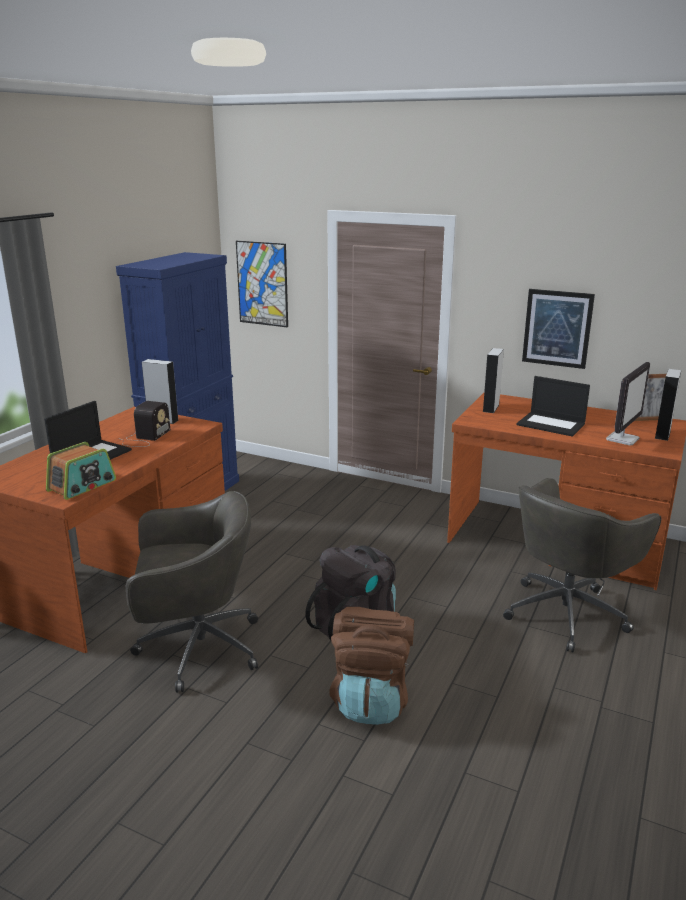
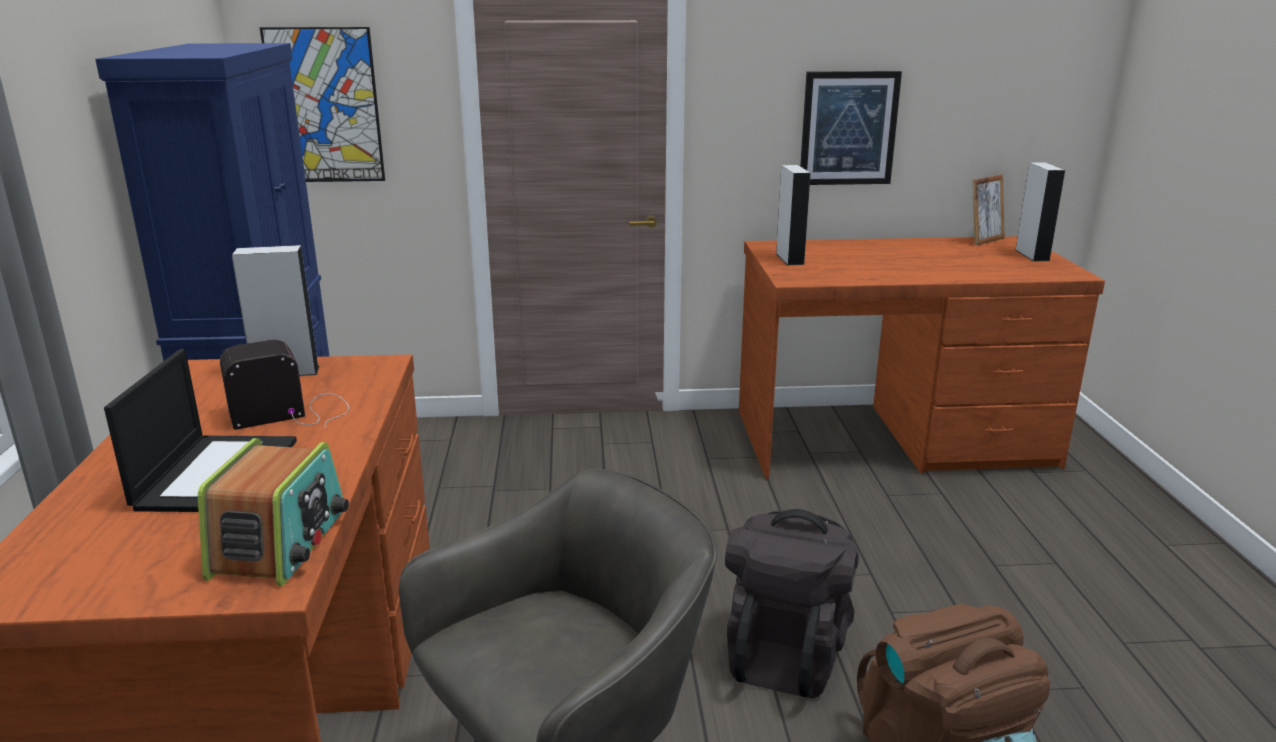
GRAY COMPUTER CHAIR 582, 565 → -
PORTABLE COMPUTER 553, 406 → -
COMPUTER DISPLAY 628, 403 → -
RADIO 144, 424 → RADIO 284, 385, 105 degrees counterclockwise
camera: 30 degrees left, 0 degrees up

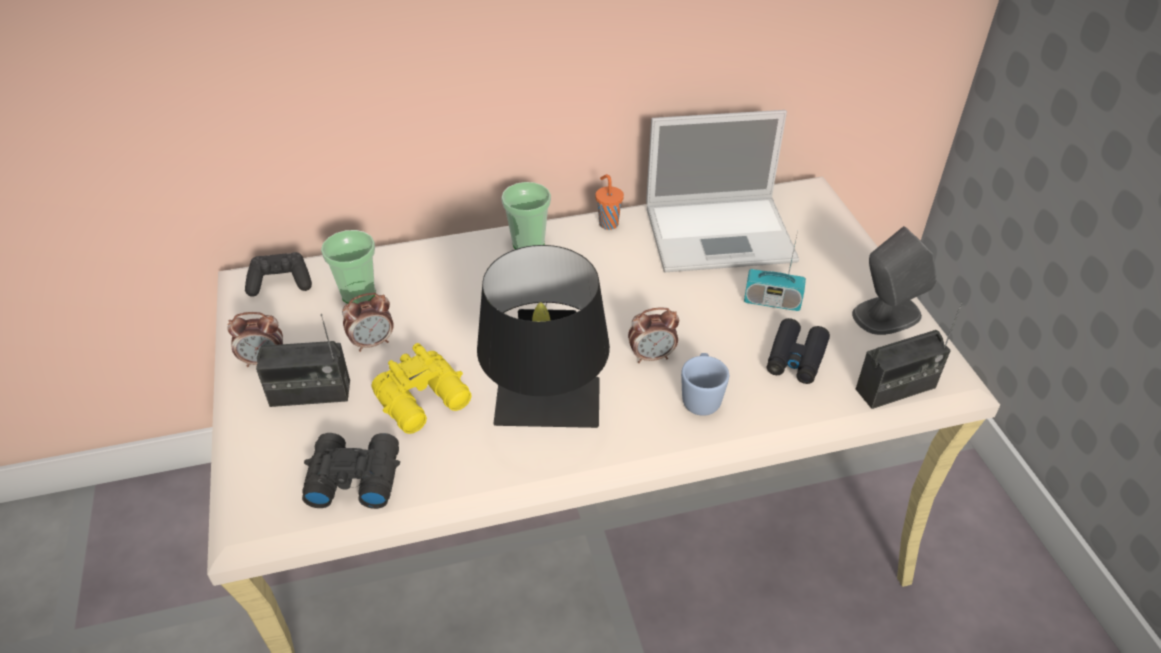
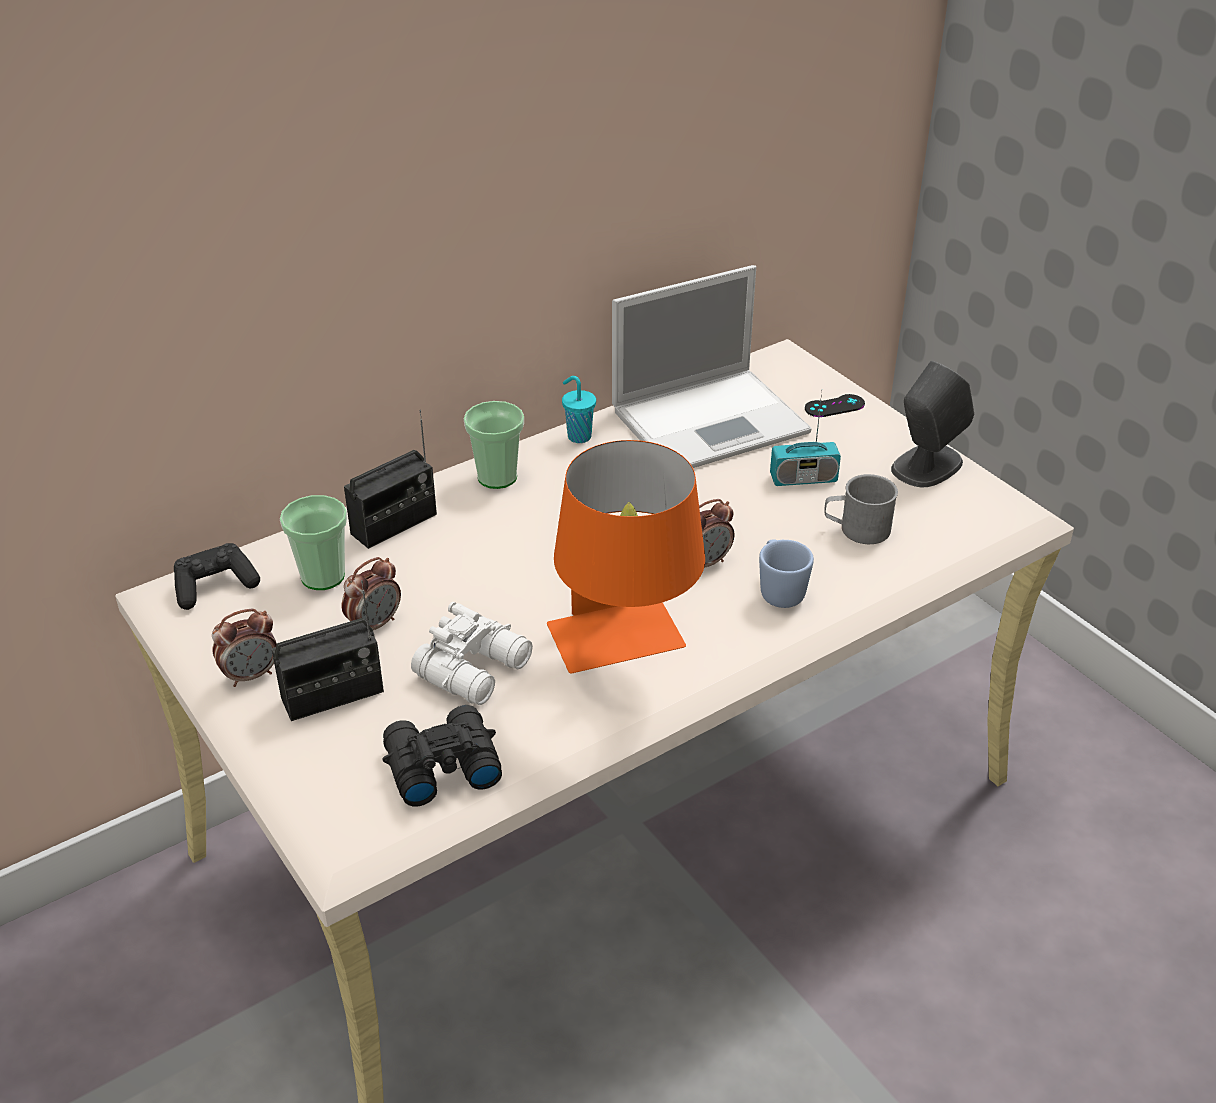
- → BLACK-COLOURED GAME CONTROLLER 835, 405
RADIO 909, 355 → RADIO 390, 479, shifted
BLACK-COLOURED FIELD GLASSES 798, 351 → GRAY TEA MUG 861, 509
YELLOW FIELD GLASSES 422, 388 → WHITISH FIELD GLASSES 472, 653
BLACK-COLOURED LAMP FOR A TABLE 543, 336 → ORANGE-COLOURED LAMP FOR A TABLE 626, 556
ORANGE-COLOURED DRINKING CUP 609, 202 → TURQUOISE-COLOURED DRINKING CUP 579, 409
camera: 20 degrees left, 5 degrees down

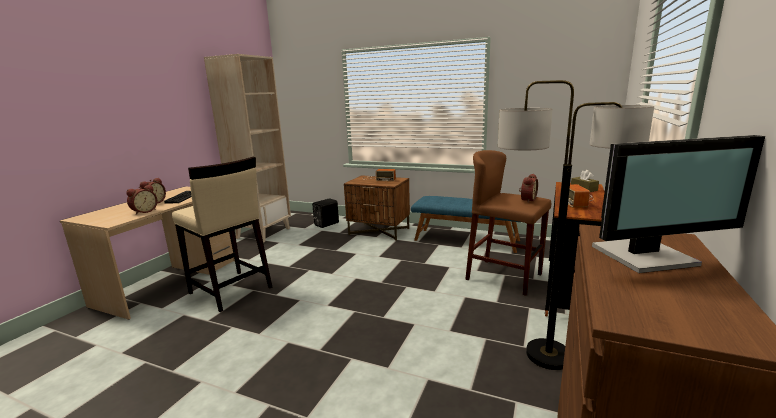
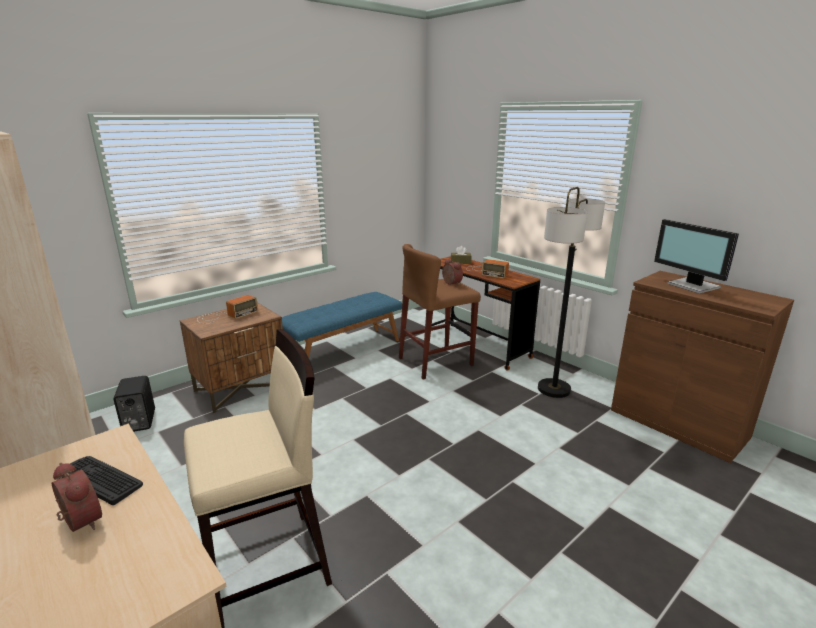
BEDSIDE CLOCK 141, 200 → -
COMPUTER DISPLAY 678, 204 → COMPUTER DISPLAY 696, 256, 135 degrees clockwise
camera: 65 degrees left, 5 degrees up

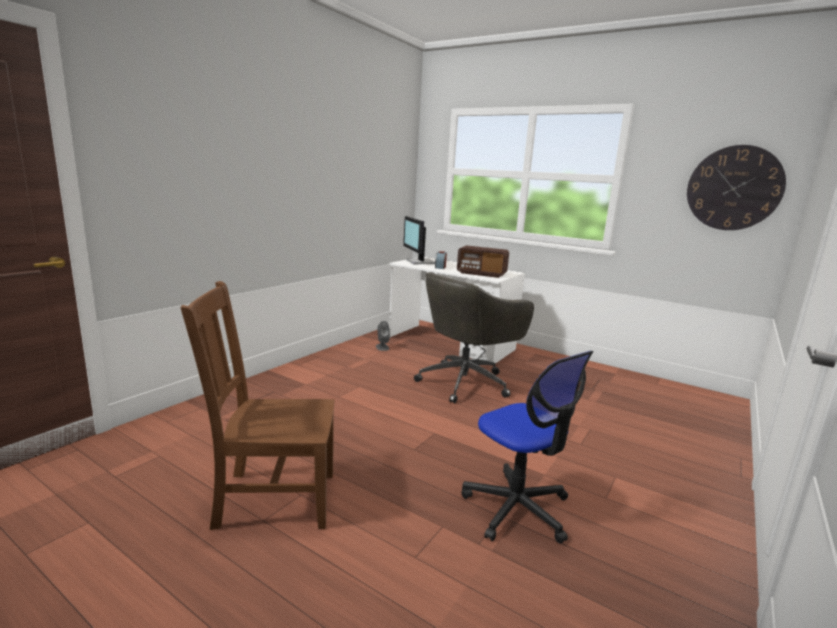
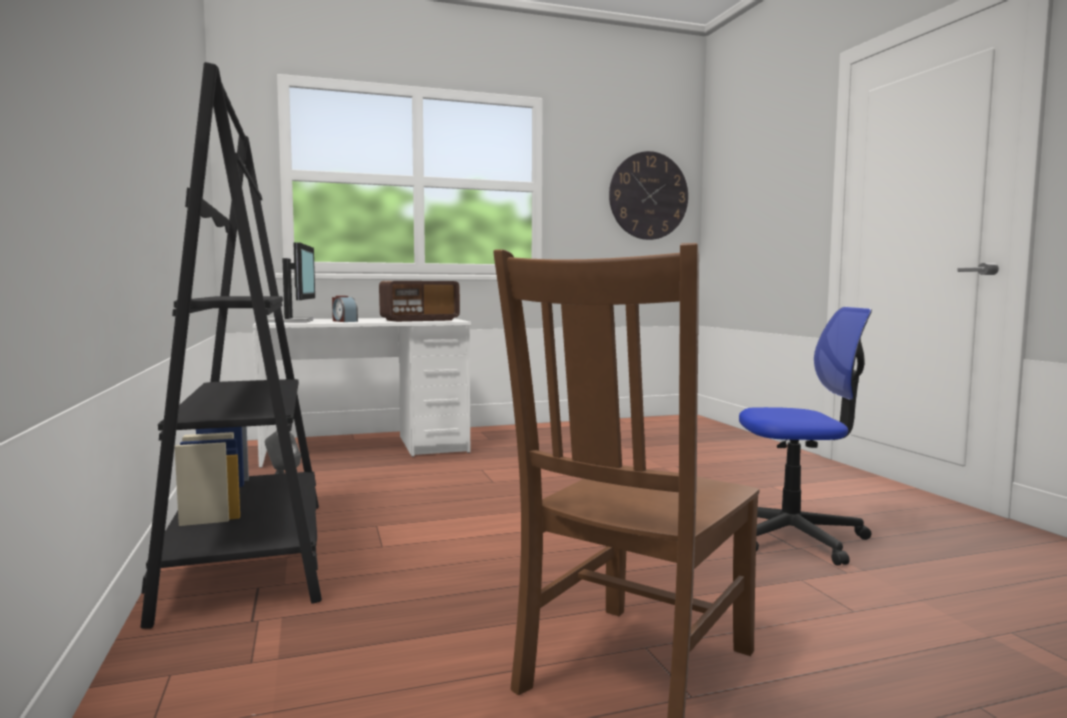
GRAY COMPUTER CHAIR 474, 337 → -
- → BLACK-COLOURED BOOKSHELF 231, 345
COMPUTER DISPLAY 419, 240 → COMPUTER DISPLAY 291, 283, 120 degrees counterclockwise
camera: 50 degrees left, 10 degrees down

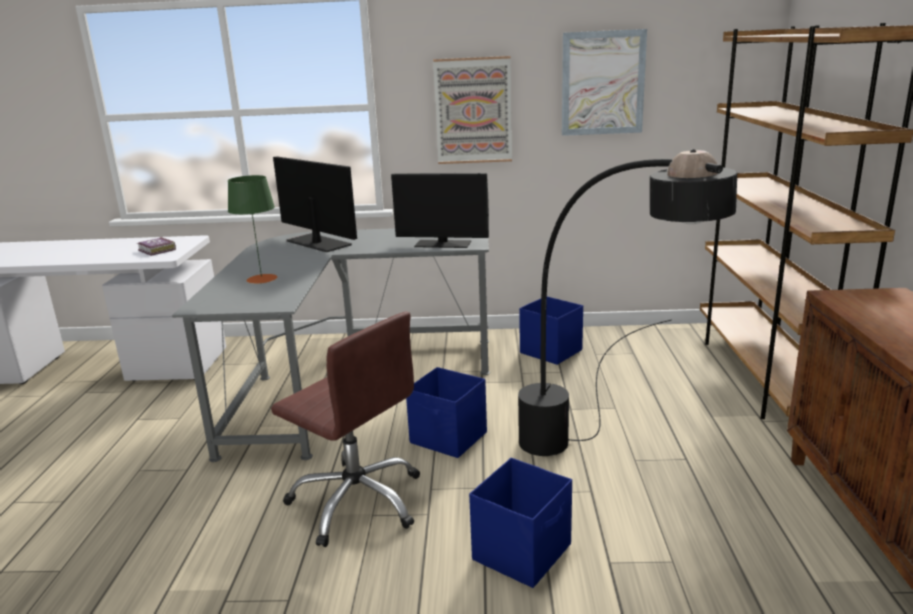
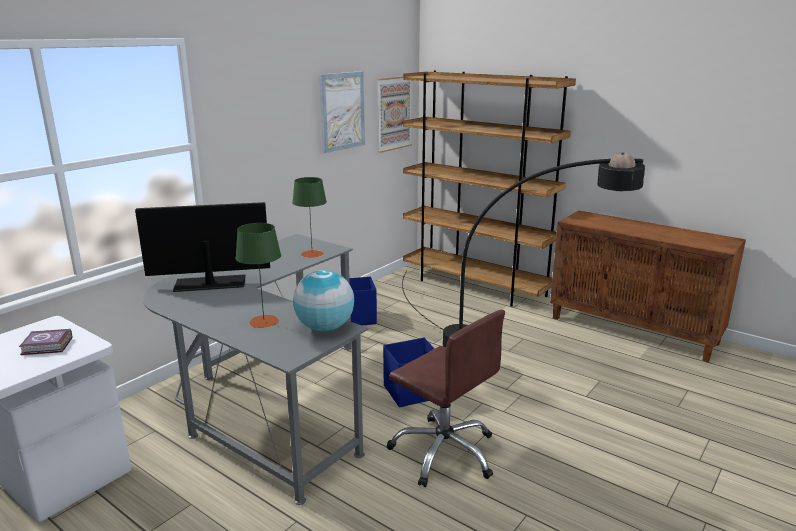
BLUE STORAGE BIN 520, 523 → -
- → WORLD GLOBE 323, 300
WALL ART 472, 110 → WALL ART 394, 114, shifted
COMPUTER DISPLAY 440, 210 → GREEN LAMP FOR A TABLE 309, 217
BROWN COMPUTER CHAIR 345, 429 → BROWN COMPUTER CHAIR 446, 398, 60 degrees clockwise
camera: 55 degrees left, 0 degrees up

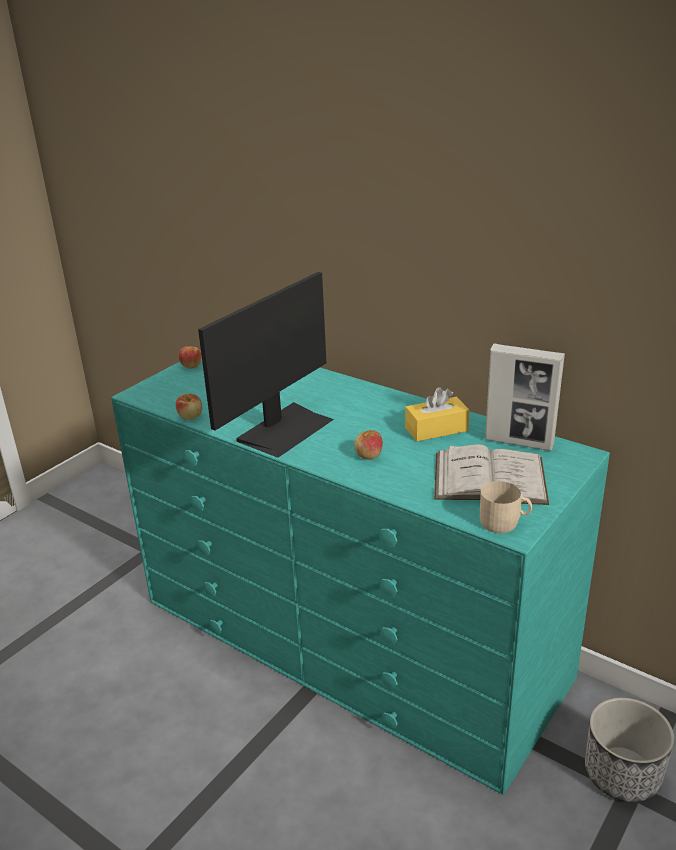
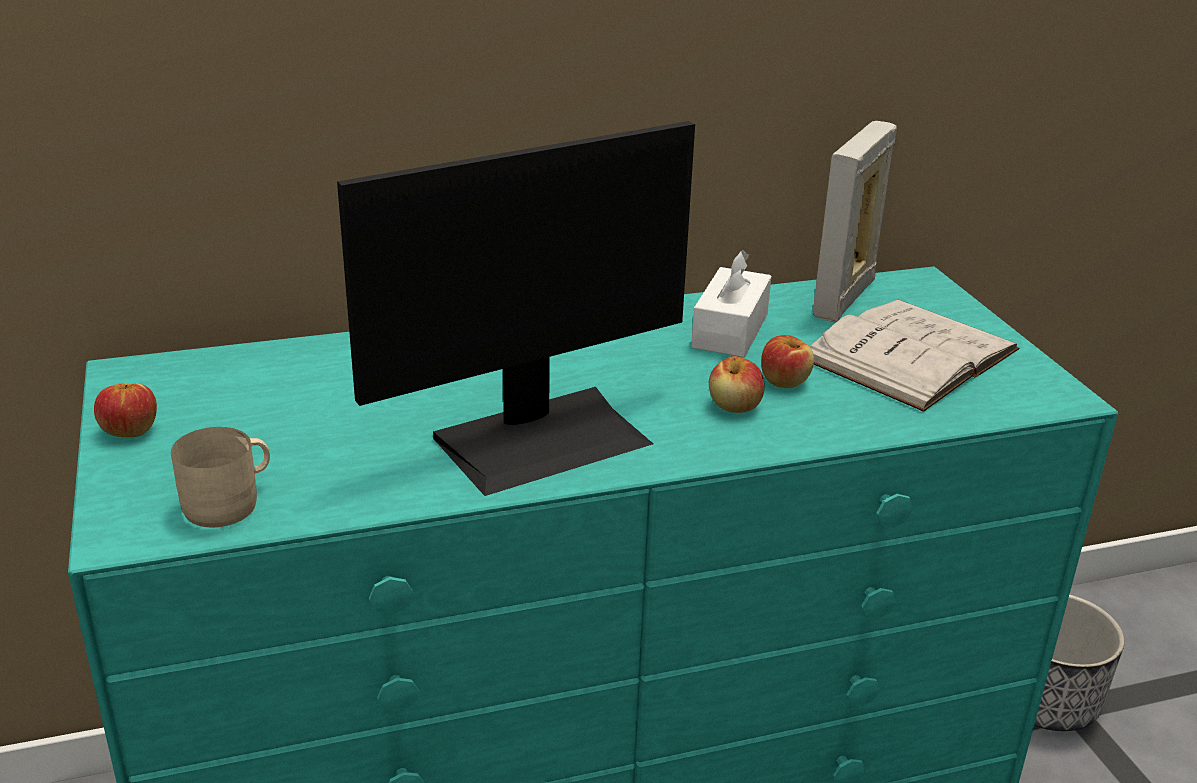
APPLE 189, 407 → APPLE 787, 361, shifted
BEIGE TEA MUG 506, 507 → BEIGE TEA MUG 220, 477, shifted
YELLOW TISSUE BOX 437, 414 → WHITISH TISSUE BOX 731, 303
COMPUTER DISPLAY 266, 365 → COMPUTER DISPLAY 516, 308, 75 degrees clockwise
STANDING FRAME 525, 397 → STANDING FRAME 855, 221, 150 degrees clockwise
camera: 55 degrees left, 0 degrees up

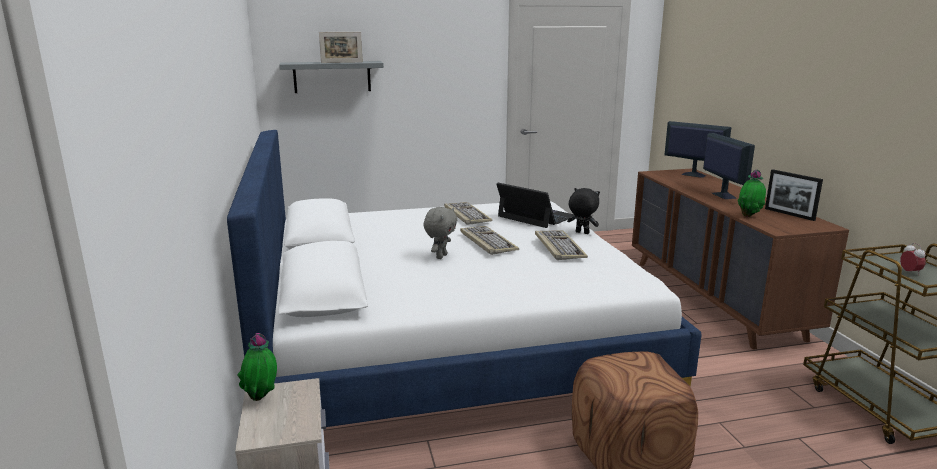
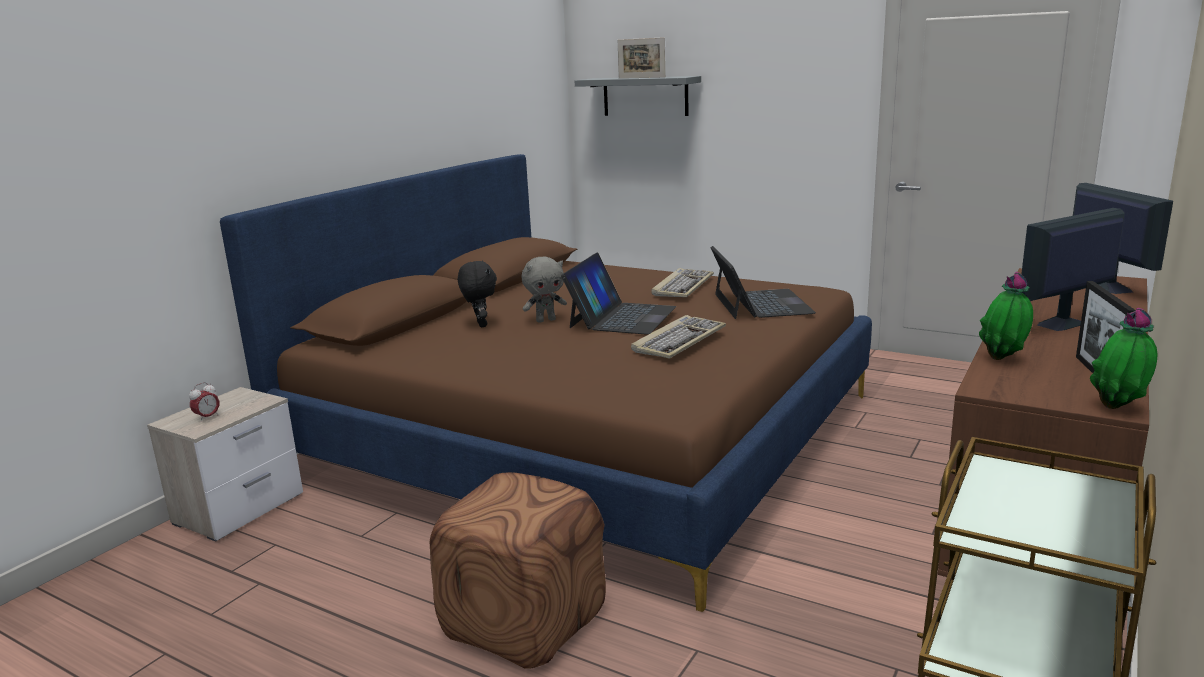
HOUSEPLANT 257, 367 → HOUSEPLANT 1123, 358, shifted
BLACK-COLOURED SOFT TOY 583, 211 → BLACK-COLOURED SOFT TOY 477, 294, shifted
BEDSIDE CLOCK 913, 258 → BEDSIDE CLOCK 204, 402, shifted
COMPUTER KEYBOARD 489, 240 → PORTABLE COMPUTER 618, 293
WHITISH BEDROOM BED 464, 278 → BROWN BEDROOM BED 546, 383
COMPUTER DISPLAY 729, 166 → COMPUTER DISPLAY 1073, 269, 150 degrees counterclockwise
camera: 45 degrees right, 0 degrees up

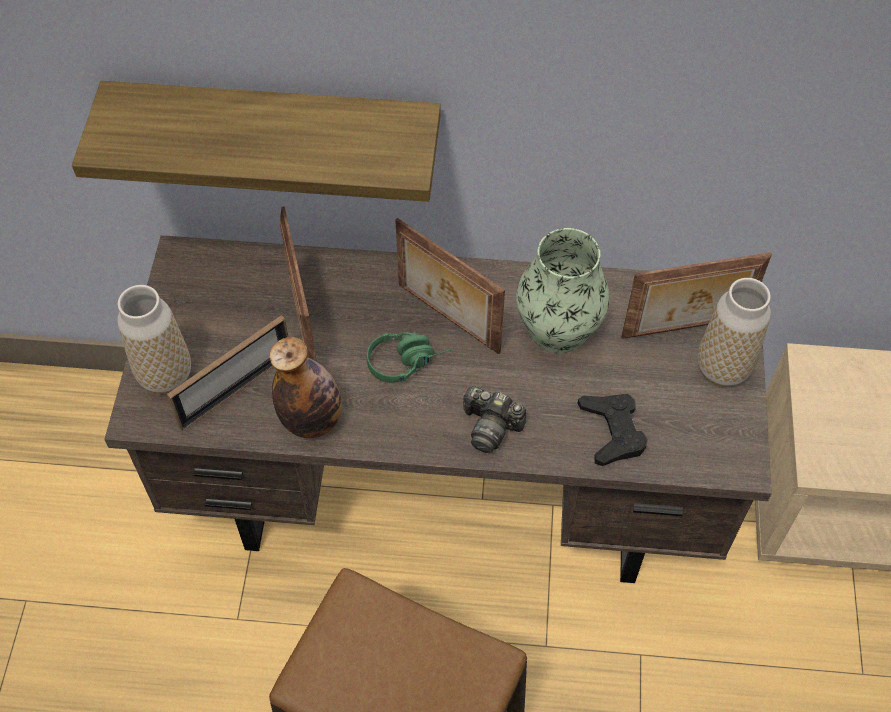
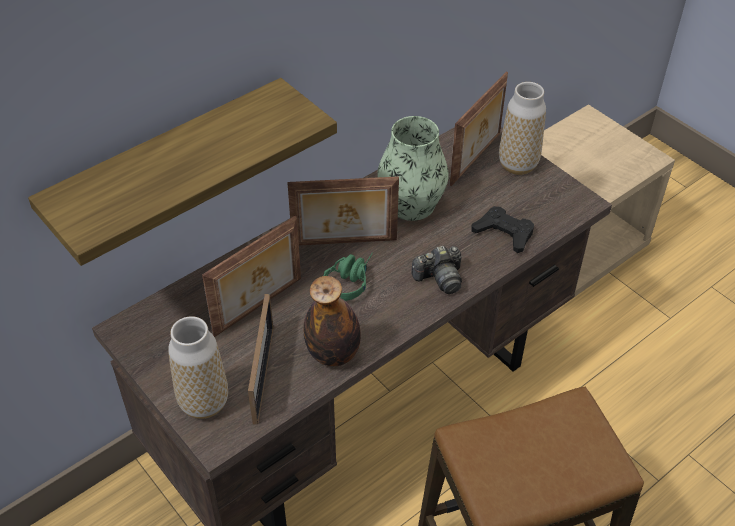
STANDING FRAME 298, 283 → STANDING FRAME 251, 276, 75 degrees counterclockwise
camera: 45 degrees left, 10 degrees down

